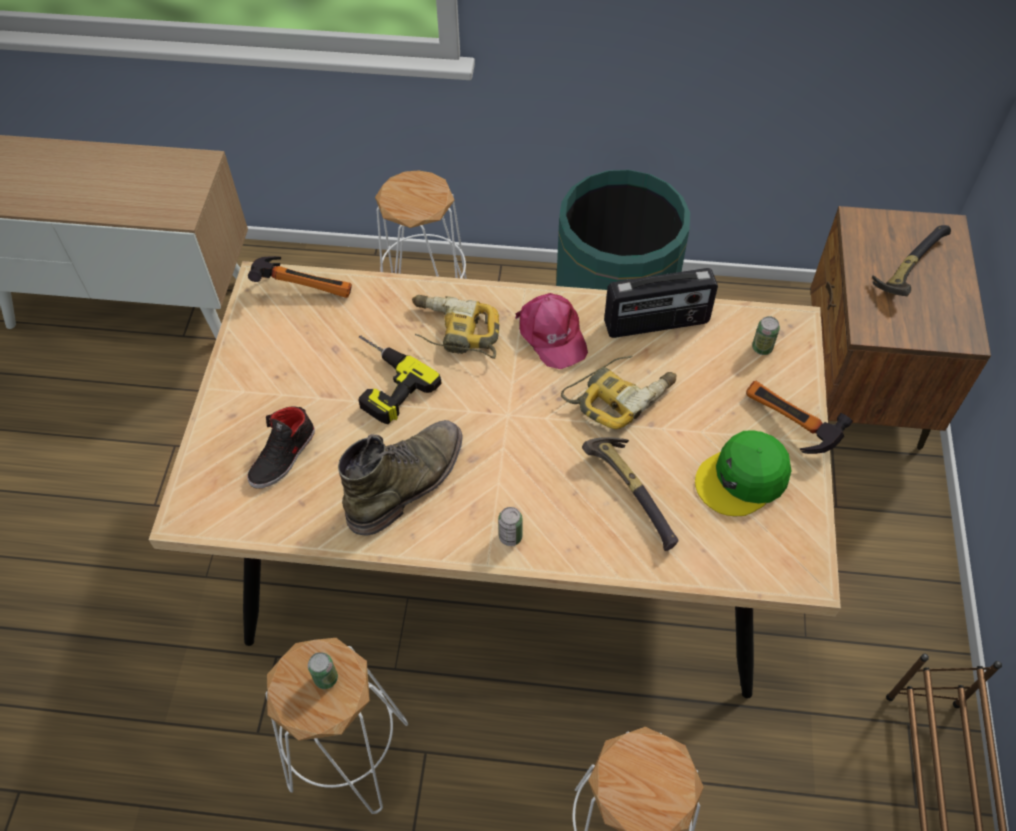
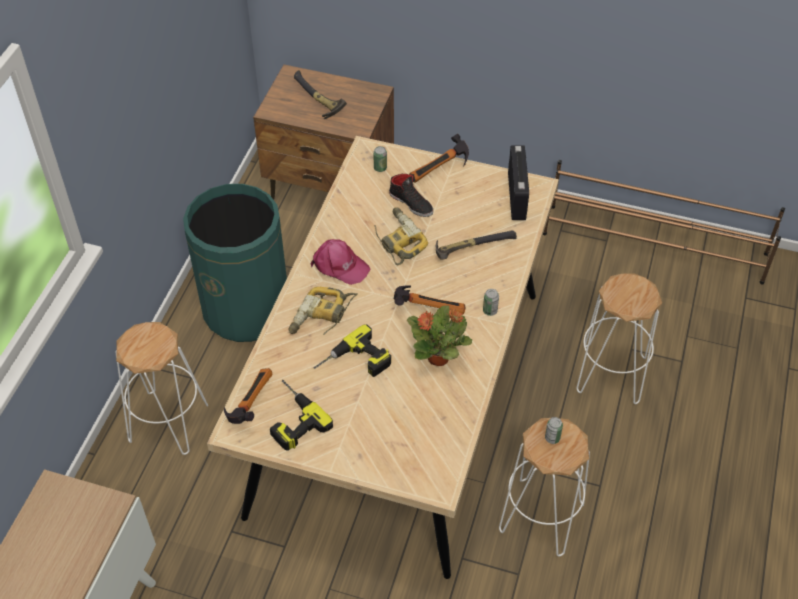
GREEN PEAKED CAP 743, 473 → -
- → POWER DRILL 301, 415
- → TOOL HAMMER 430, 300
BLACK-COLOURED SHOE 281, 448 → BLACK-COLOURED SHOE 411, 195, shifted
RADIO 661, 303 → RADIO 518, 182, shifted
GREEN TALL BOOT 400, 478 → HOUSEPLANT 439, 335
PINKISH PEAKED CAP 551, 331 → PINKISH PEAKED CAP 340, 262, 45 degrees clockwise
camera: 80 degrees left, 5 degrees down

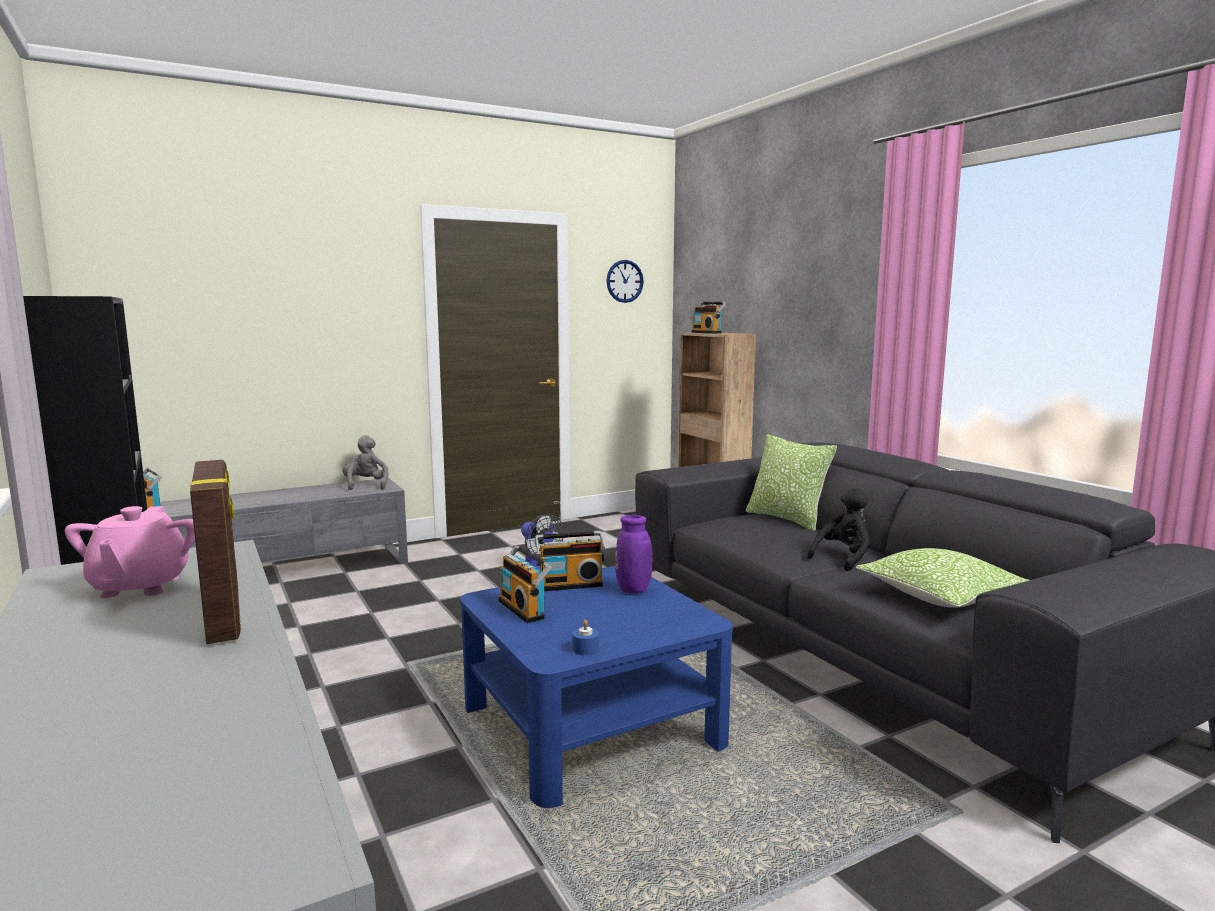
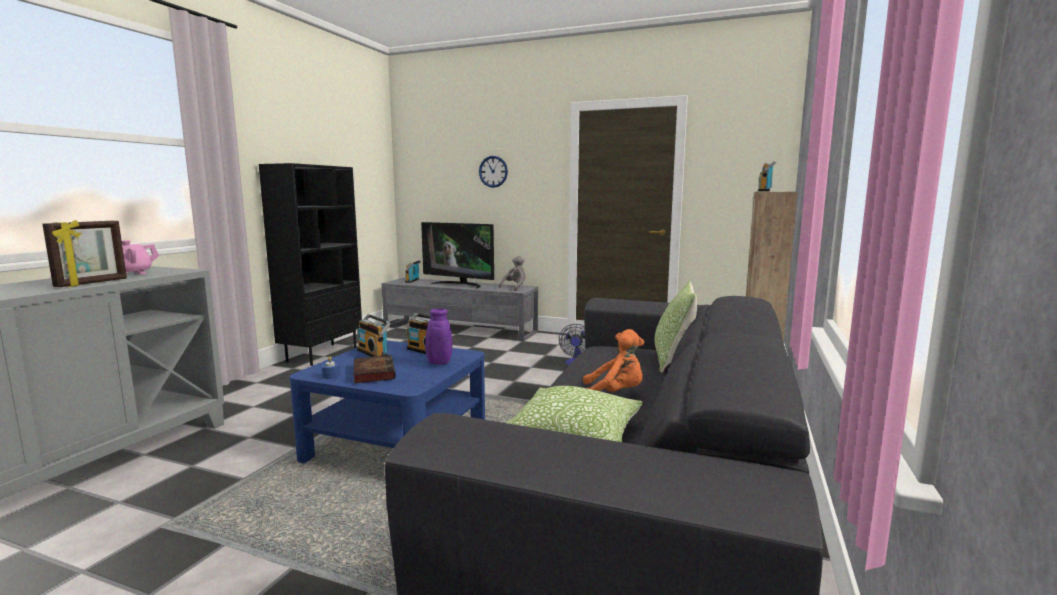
- → VOLUME 374, 369
- → TV 457, 255
HANGING CLOCK 625, 281 → HANGING CLOCK 493, 172, shifted
BLACK-COLOURED SOFT TOY 838, 529 → ORANGE-COLOURED SOFT TOY 613, 360
RADIO 525, 584 → RADIO 374, 335, 60 degrees counterclockwise
camera: 50 degrees right, 0 degrees up

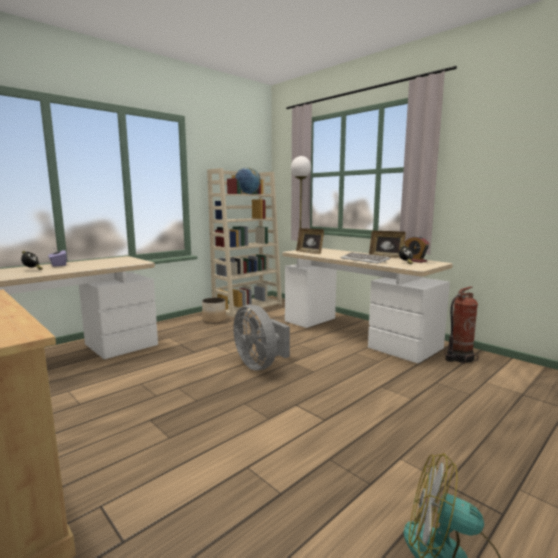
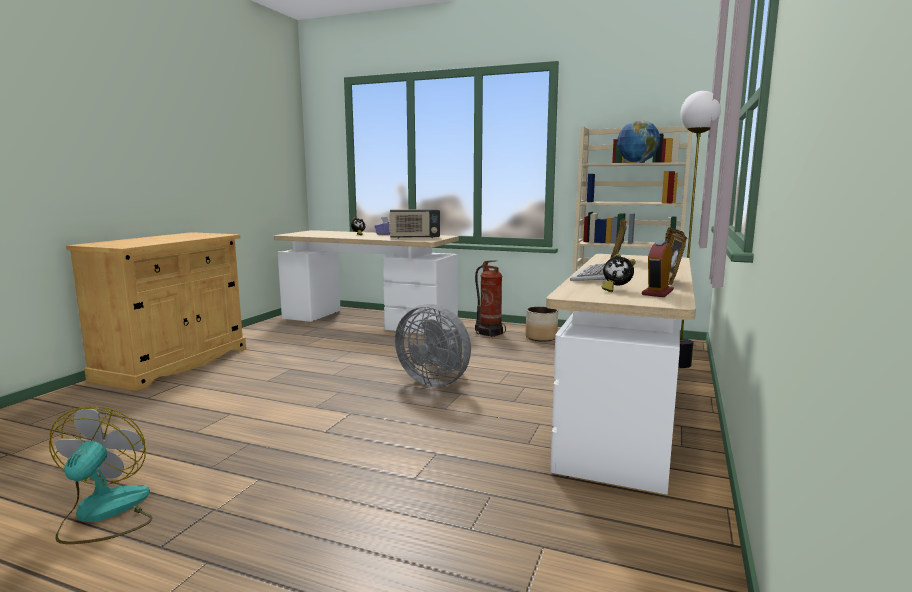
- → RADIO 414, 224
EXTINGUISHER 461, 325 → EXTINGUISHER 490, 298, shifted
GRAY FAN 261, 337 → GRAY FAN 433, 345, 90 degrees counterclockwise
camera: 65 degrees right, 0 degrees up

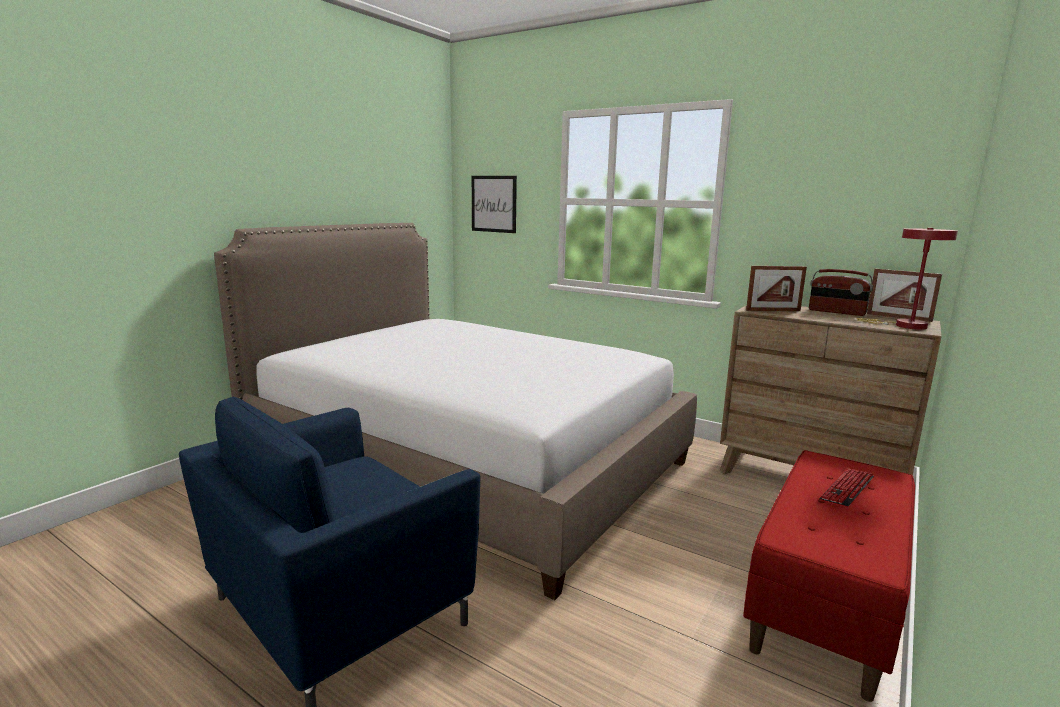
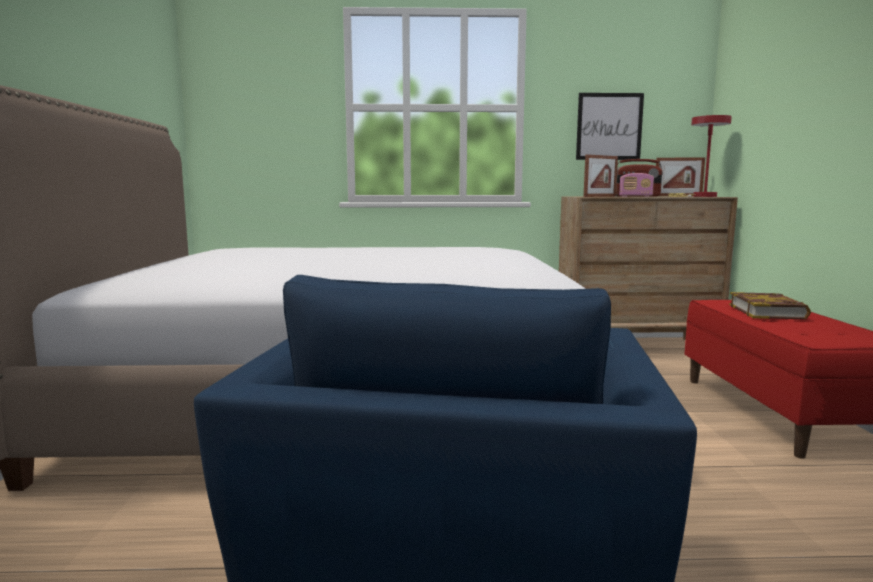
- → RADIO 636, 185
WALL ART 494, 204 → WALL ART 610, 126, shifted
COMPUTER KEYBOARD 846, 488 → VOLUME 770, 305
camera: 35 degrees left, 5 degrees down

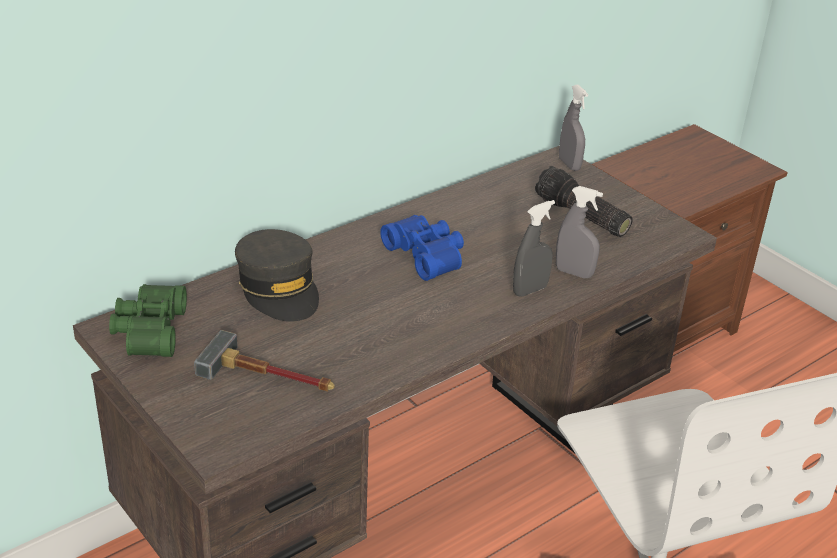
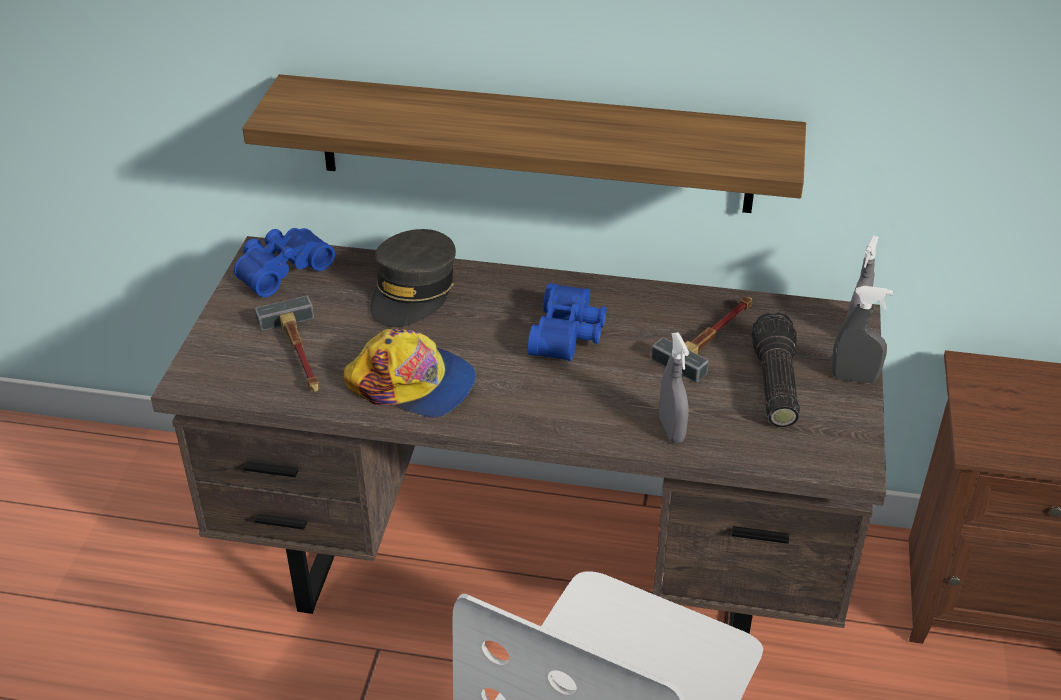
- → SHELF 524, 143
- → PEAKED CAP 410, 373
- → TOOL HAMMER 701, 339
GRAY SPRAYER 534, 248 → GRAY SPRAYER 862, 334, shifted
GREEN FIELD GLASSES 148, 320 → BLUE FIELD GLASSES 284, 262
camera: 50 degrees right, 5 degrees up

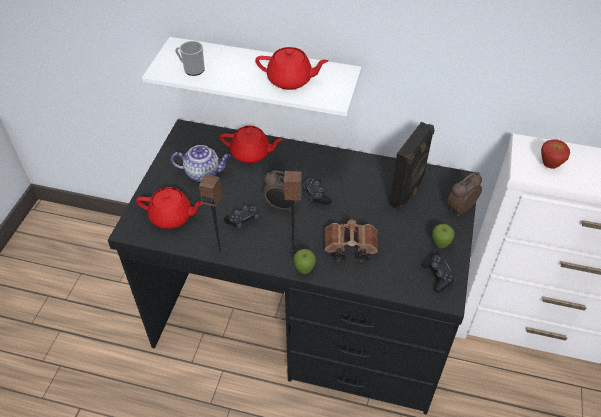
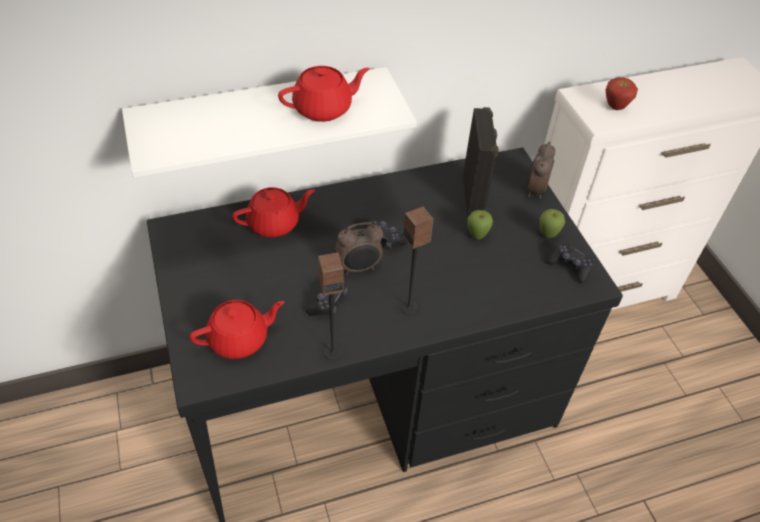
TEAPOT 200, 163 → -
TEA MUG 190, 58 → -
BROWN FIELD GLASSES 351, 240 → -
APPLE 304, 261 → APPLE 480, 225, shifted
camera: 35 degrees left, 0 degrees up

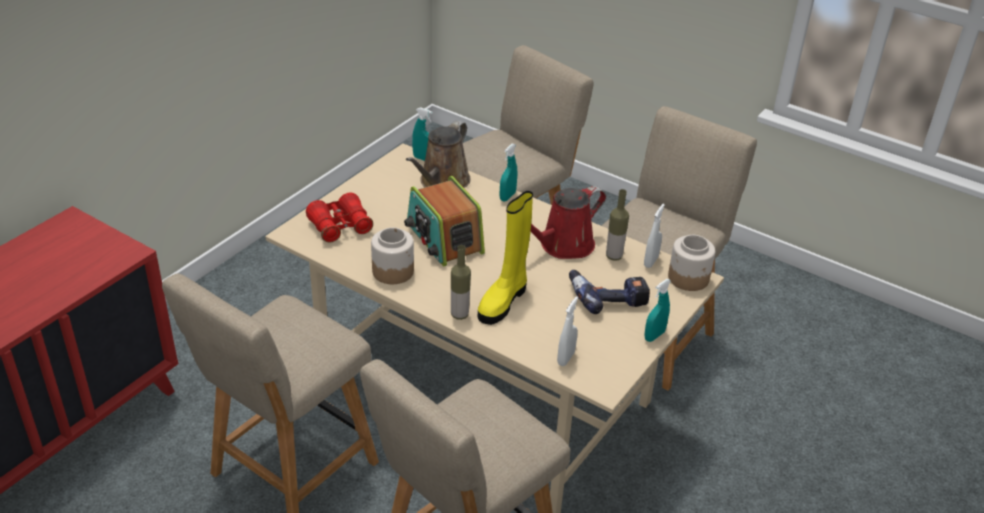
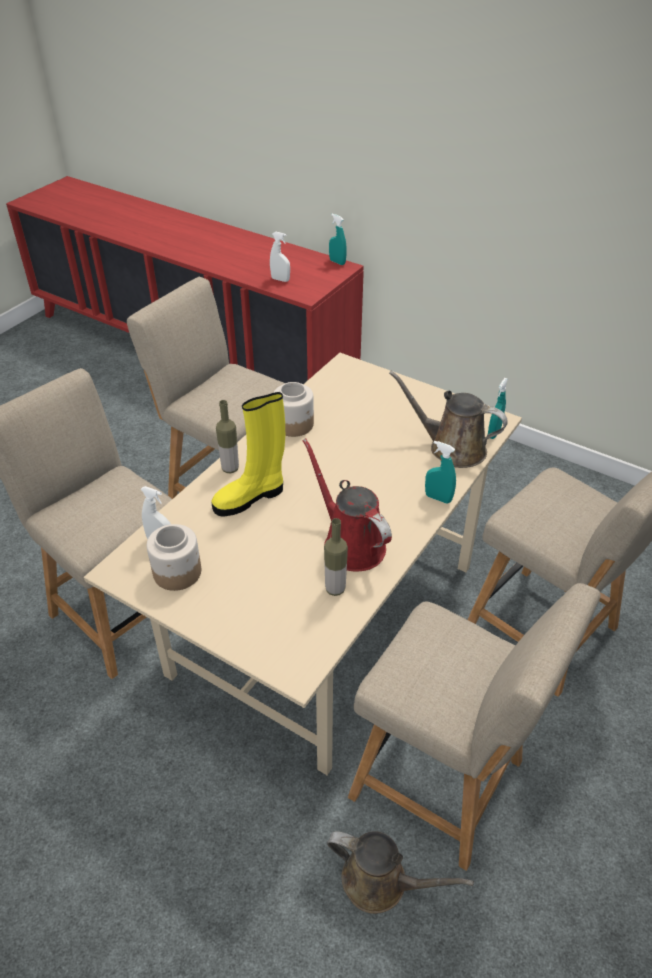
RED FIELD GLASSES 339, 217 → -
RADIO 444, 221 → -
POWER DRILL 609, 292 → -
- → BROWN WATERING CAN 400, 872
WHITISH SPRAYER 654, 236 → WHITISH SPRAYER 280, 256, shifted
TURQUOISE-COLOURED SPRAYER 657, 310 → TURQUOISE-COLOURED SPRAYER 338, 239, shifted
STORAGE JAR 691, 263 → STORAGE JAR 174, 557, shifted
YELLOW TALL BOOT 505, 258 → YELLOW TALL BOOT 248, 454, 60 degrees counterclockwise
camera: 90 degrees right, 5 degrees up

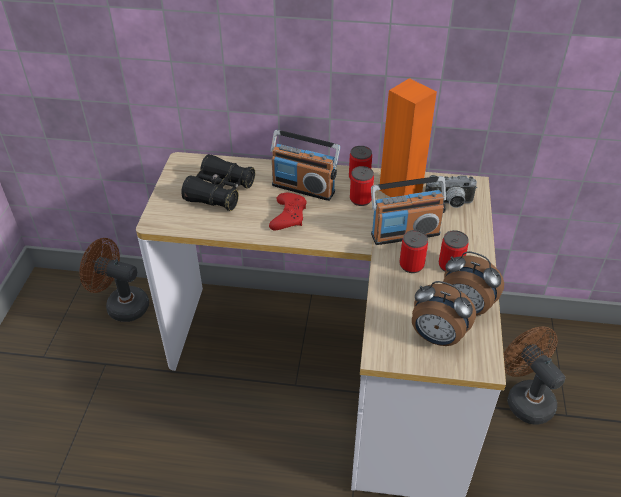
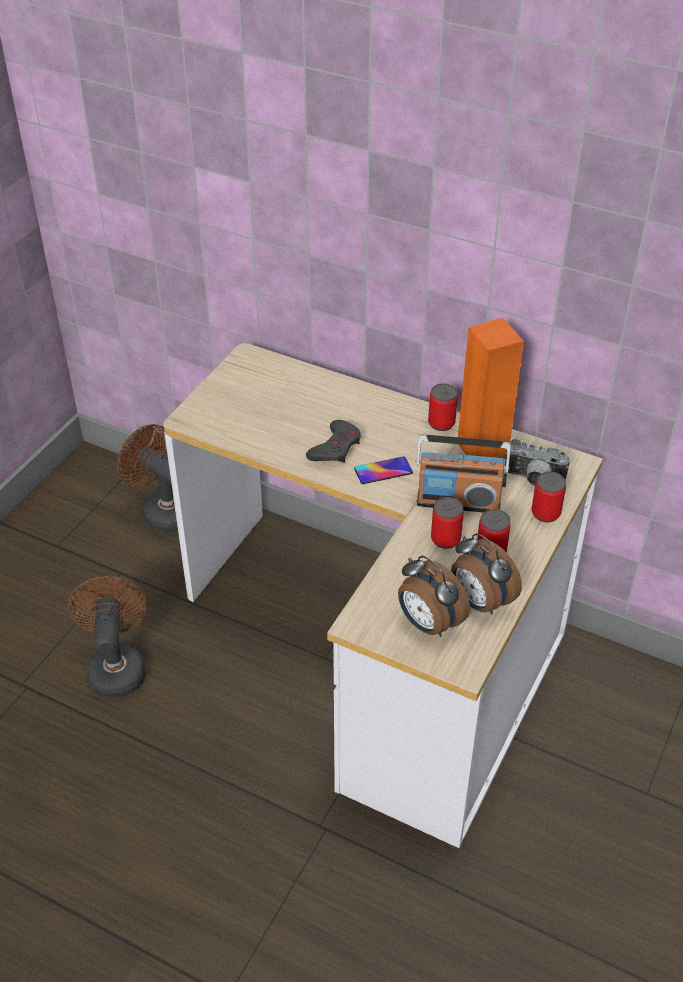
BLACK-COLOURED FIELD GLASSES 218, 182 → -
RADIO 305, 165 → -
- → HANDSET 383, 470
CAN 362, 186 → CAN 549, 497, shifted
BROWN FAN 534, 375 → BROWN FAN 107, 637, shifted
RED GAME CONTROLLER 288, 212 → GRAY GAME CONTROLLER 333, 441
camera: 20 degrees right, 0 degrees up

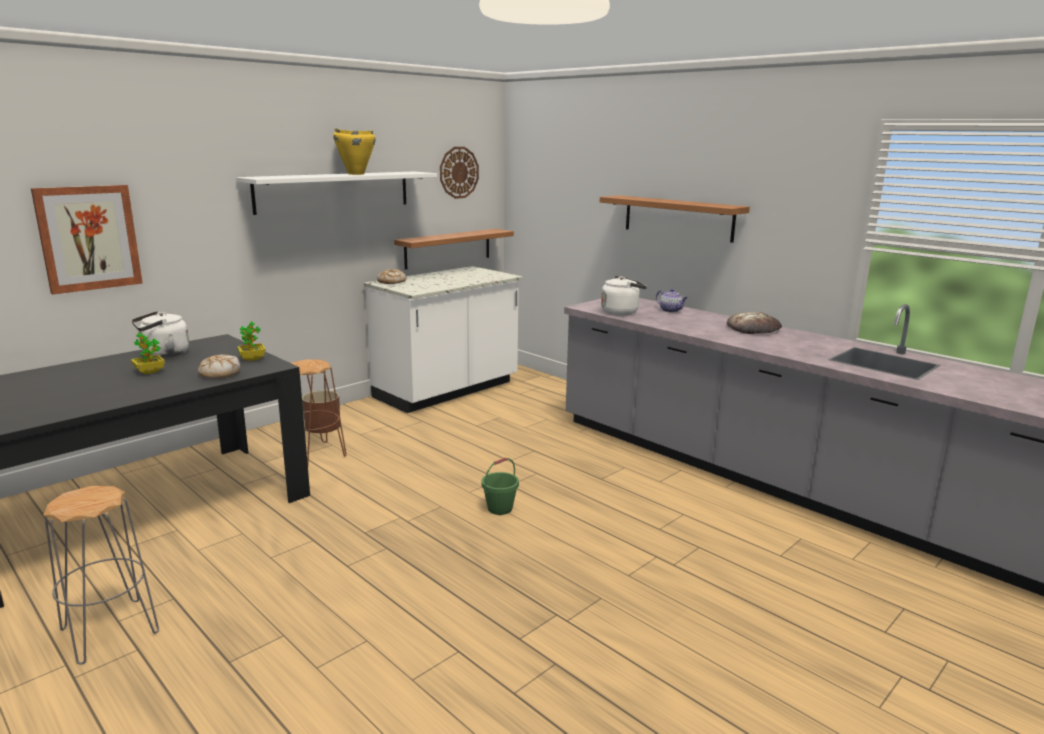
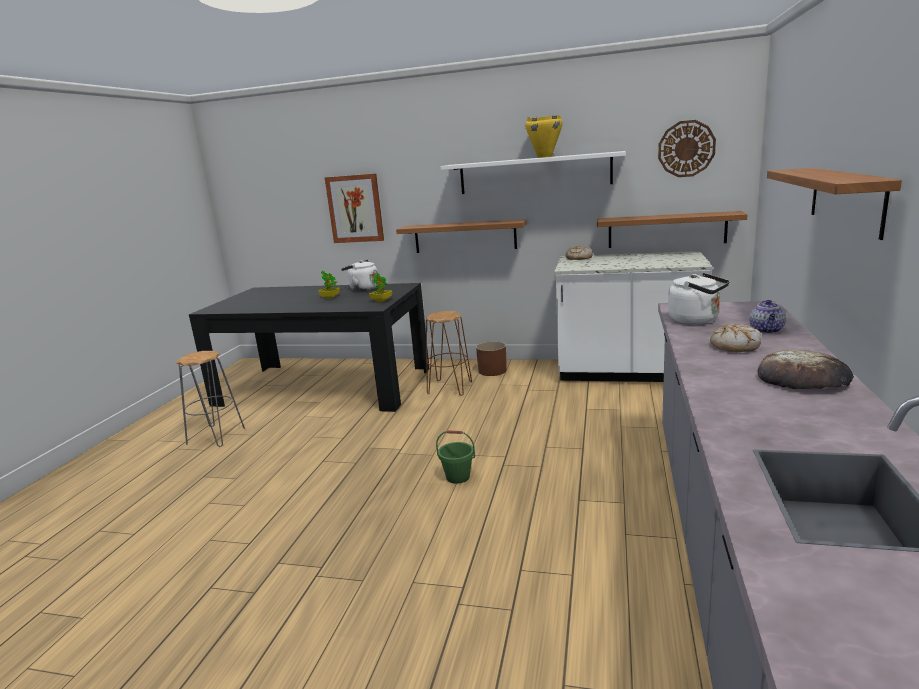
- → SHELF 461, 236
BAKERY BREAD 219, 367 → BAKERY BREAD 735, 338, shifted
camera: 60 degrees right, 0 degrees up

